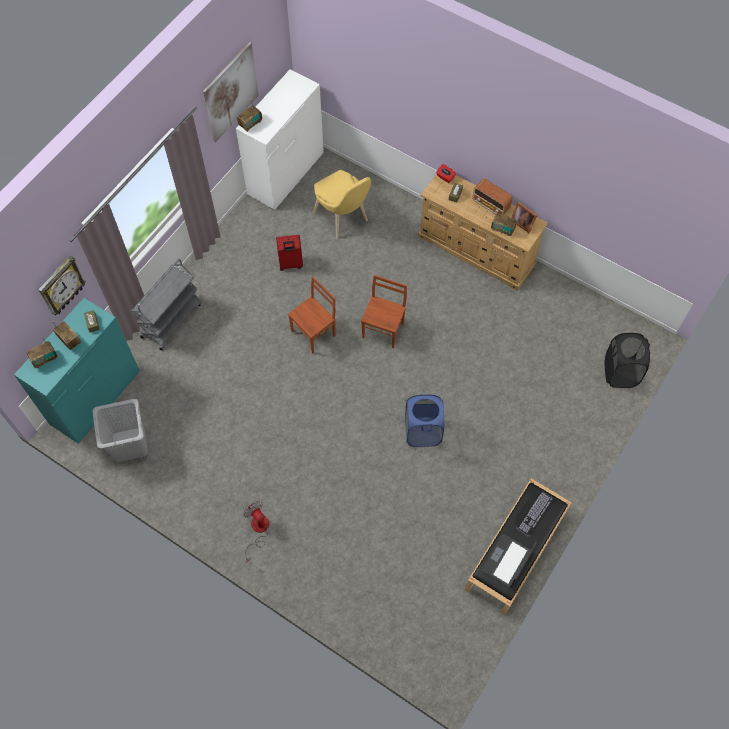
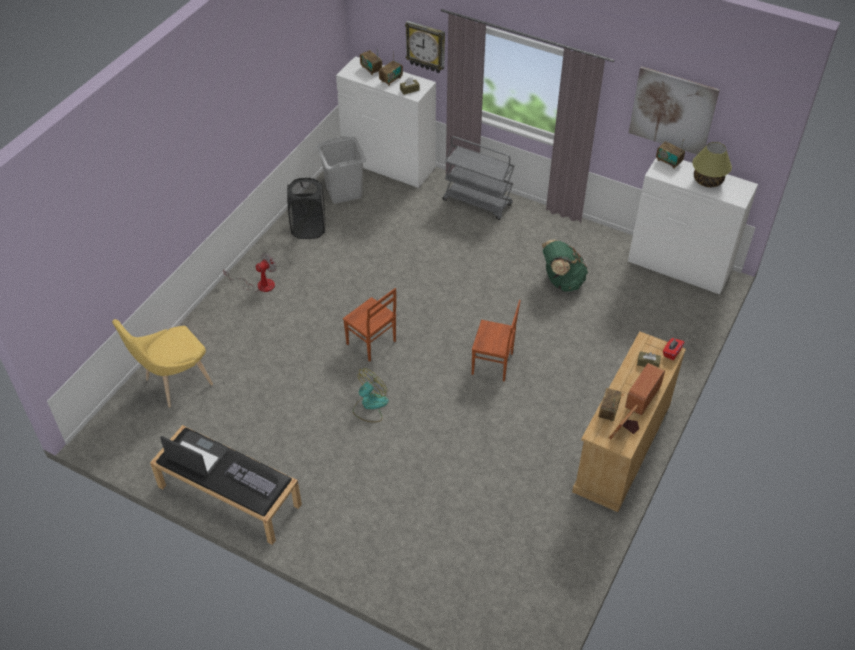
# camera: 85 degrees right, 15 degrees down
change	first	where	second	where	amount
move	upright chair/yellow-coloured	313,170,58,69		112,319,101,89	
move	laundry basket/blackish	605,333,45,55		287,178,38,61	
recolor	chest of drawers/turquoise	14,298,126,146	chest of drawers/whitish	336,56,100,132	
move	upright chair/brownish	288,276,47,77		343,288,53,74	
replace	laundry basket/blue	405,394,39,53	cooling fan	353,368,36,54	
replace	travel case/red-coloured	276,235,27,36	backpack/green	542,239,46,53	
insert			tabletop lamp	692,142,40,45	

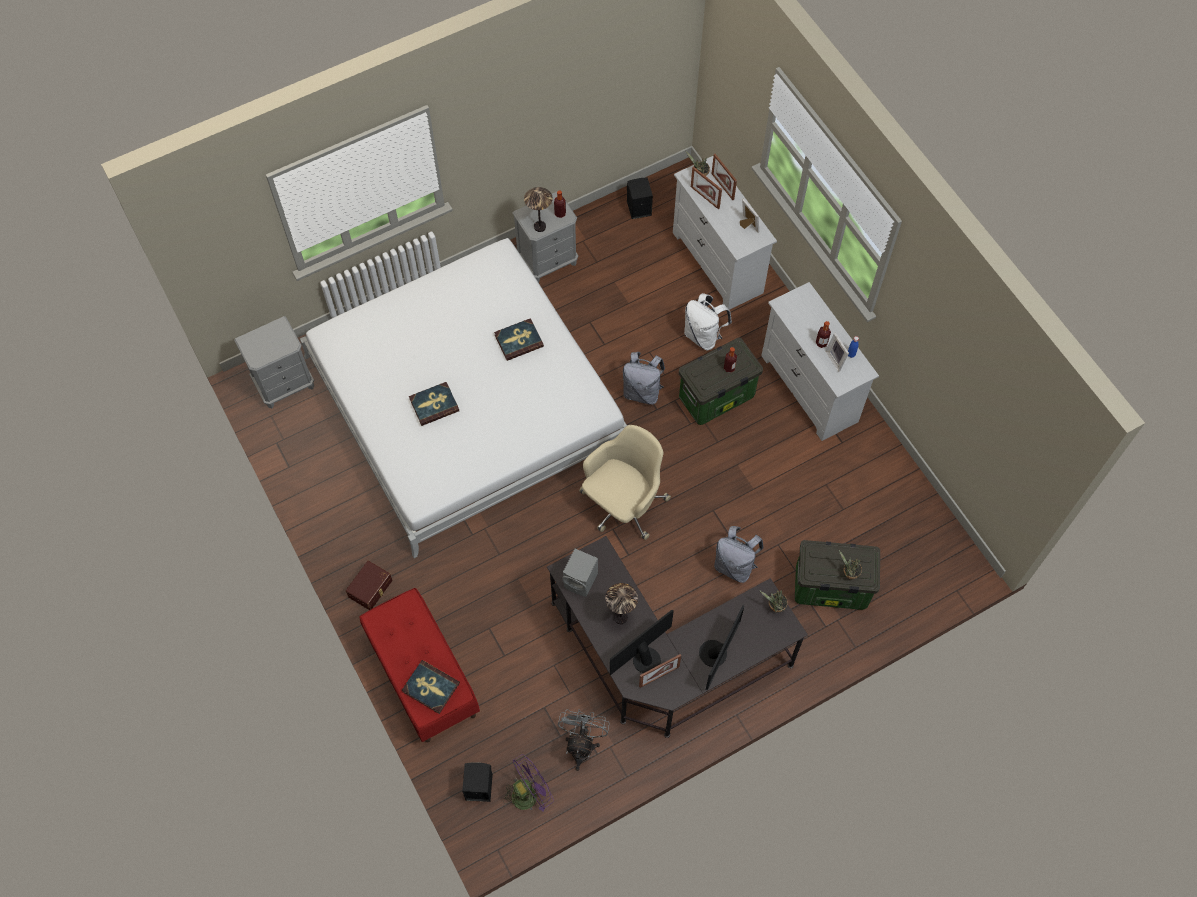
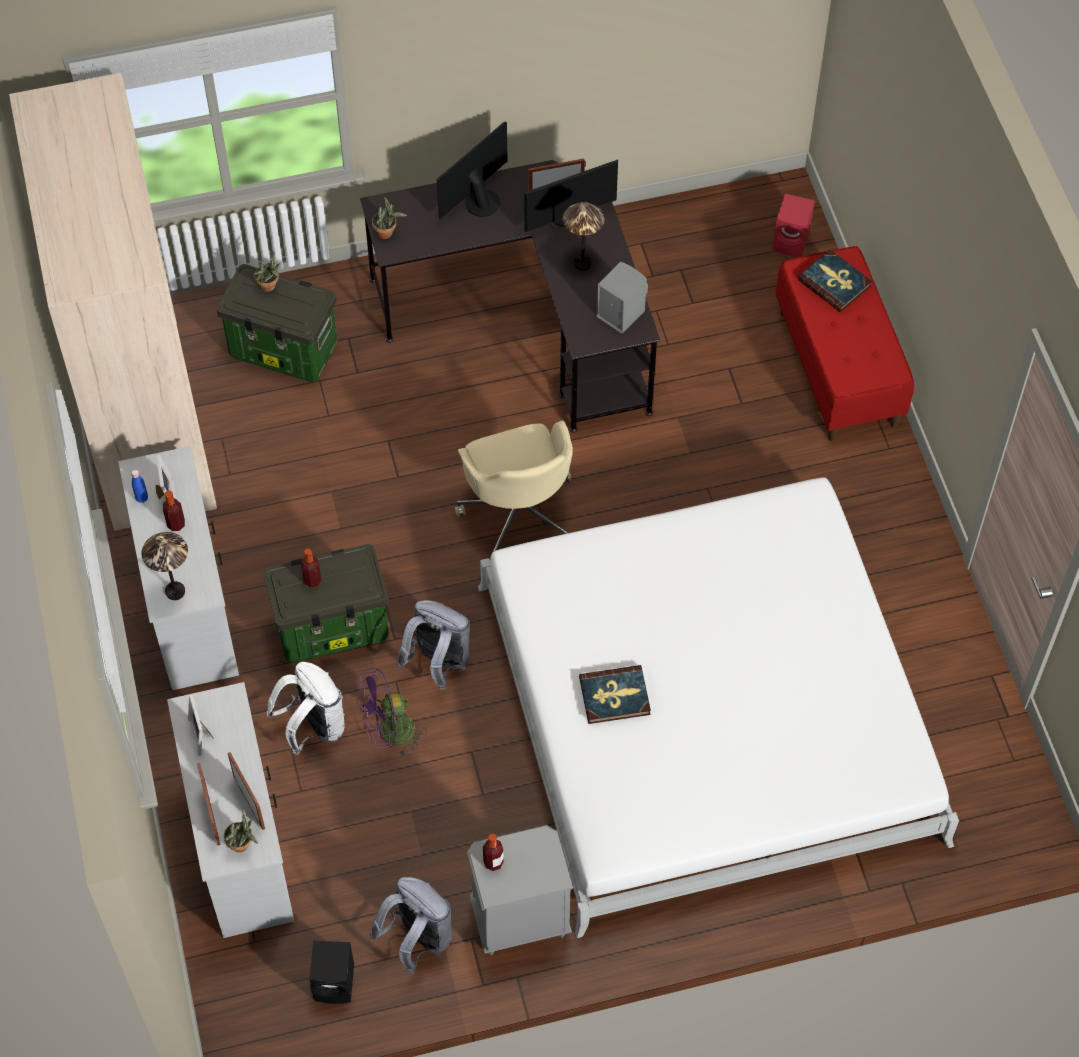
# camera: 165 degrees left, 5 degrees down
change	first	where	second	where	amount
insert			armoire/beige-coloured	9,73,208,458	
move	tabletop lamp	524,187,29,45		141,532,47,68	
move	cooling fan/purple-coloured	503,754,51,57		358,669,69,88	
move	backpack/grey	714,526,50,57		370,877,82,97	
rotate	desk chair/beige-coloured	579,425,92,115		455,420,118,138	75 degrees counterclockwise
recolor	loudspeaker/blackish	462,762,31,40	loudspeaker/red-coloured	772,194,43,63	
delete	night table/grey	234,316,80,93			
delete	storage bin/brownish	346,561,47,49			
delete	book	409,382,50,44			
delete	cooling fan/grey	558,709,52,62			

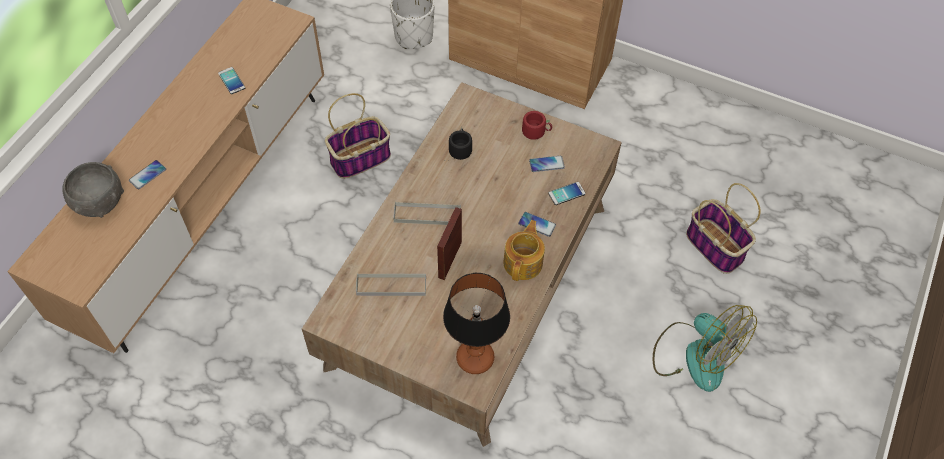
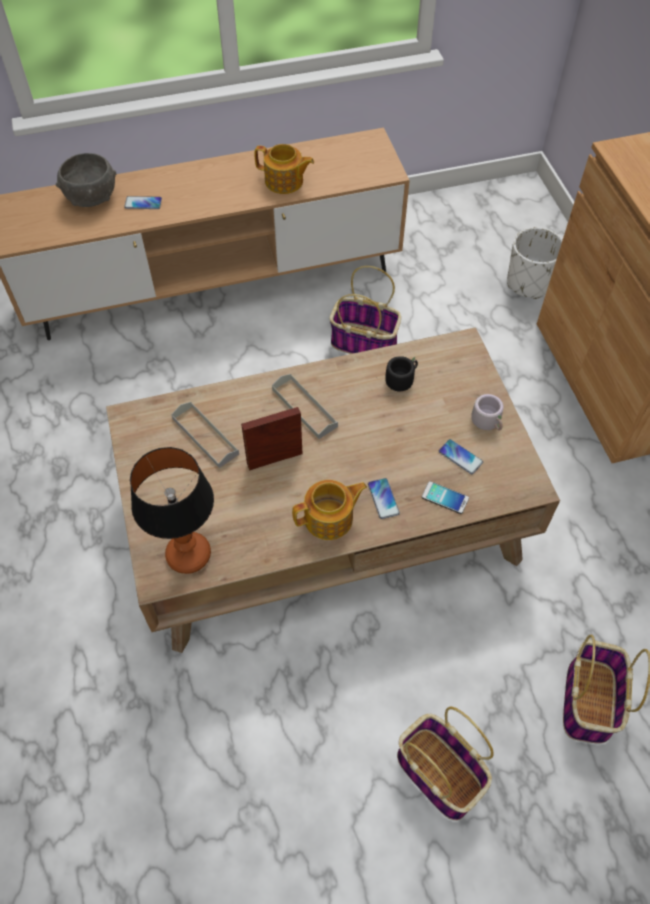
# camera: 50 degrees right, 0 degrees up
change	first	where	second	where	amount
replace	phone	218,67,27,27	teapot	254,144,60,50	
replace	cooling fan	653,305,104,87	household basket	397,707,97,113	
recolor	mug/red-coloured	522,111,30,29	mug/grey	471,394,33,37	

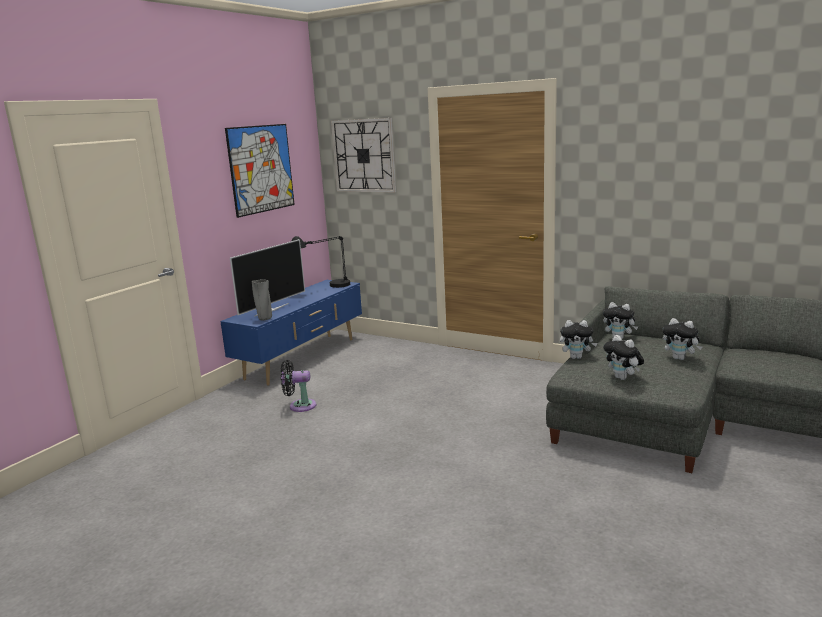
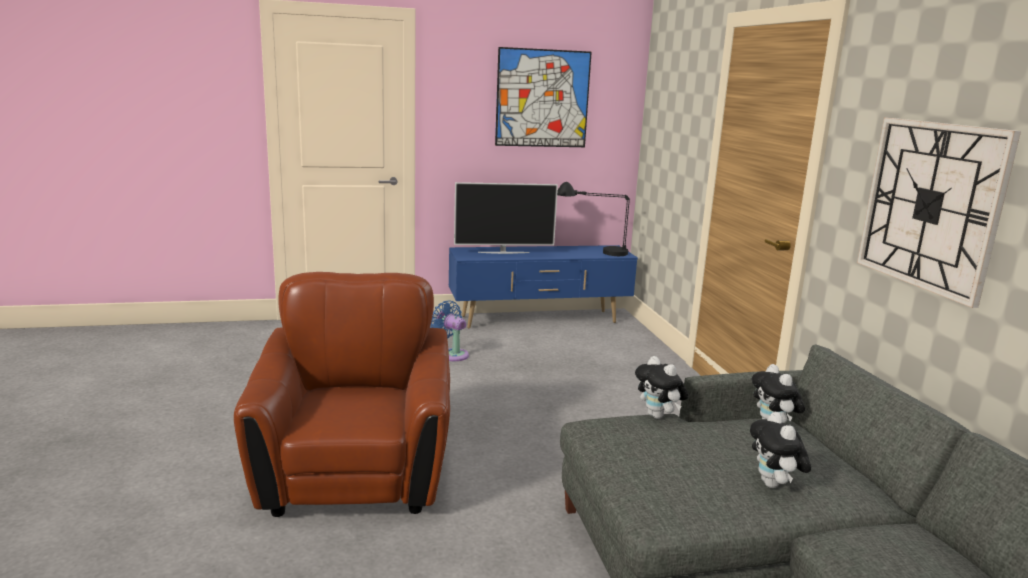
# camera: 45 degrees right, 0 degrees up
change	first	where	second	where	amount
insert			lounge chair/brownish	234,272,216,245	
recolor	cooling fan/blackish	281,360,35,52	cooling fan/blue	430,301,39,60	
move	hanging clock	331,118,65,74		857,118,164,190	
delete	vase/grey	252,279,20,42			
delete	cuddly toy	603,335,41,45			

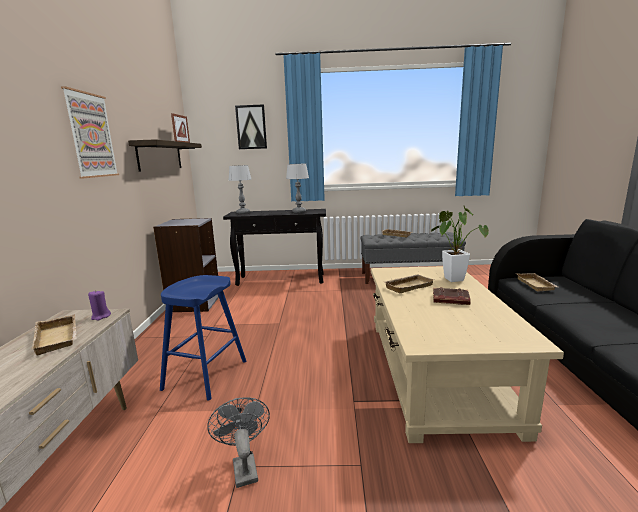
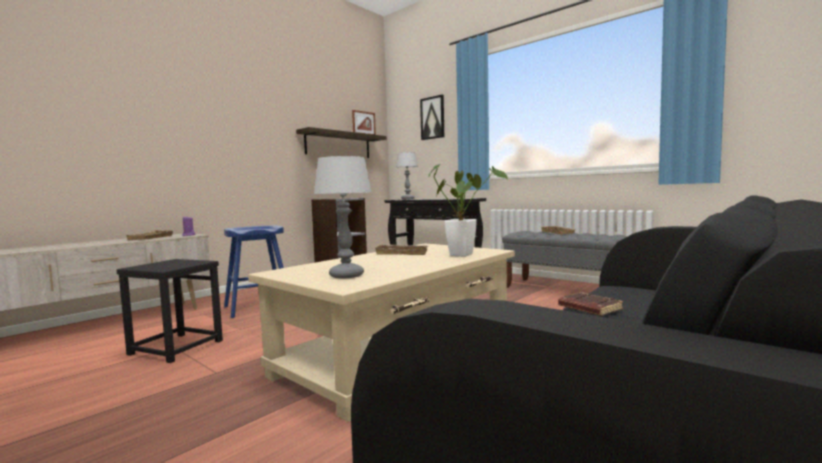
# camera: 40 degrees right, 10 degrees down
change	first	where	second	where	amount
replace	cooling fan/grey	207,397,63,91	stool/blackish	117,259,106,104	
move	tabletop lamp	286,164,23,49		314,156,57,123	
move	book/brownish	433,288,38,17		558,292,65,24	
delete	wall art	61,86,58,93			
delete	serving tray/beige-coloured	516,273,42,19			

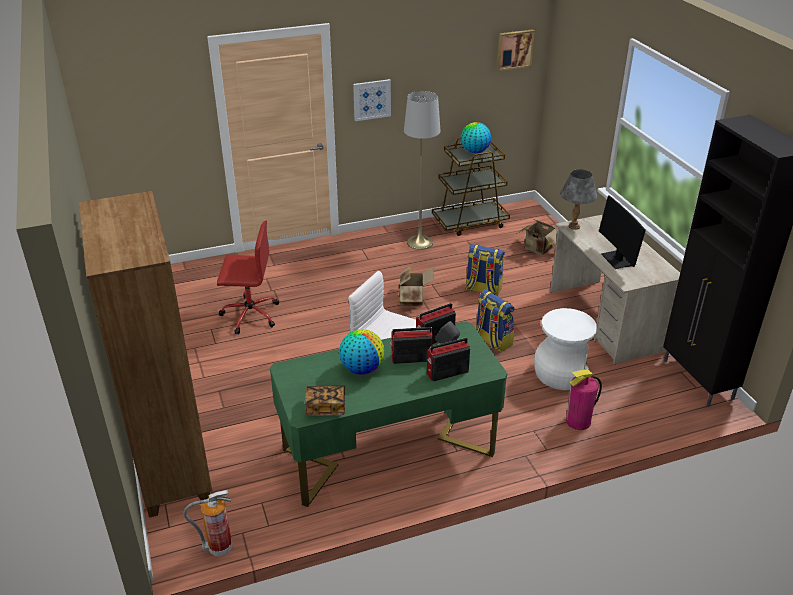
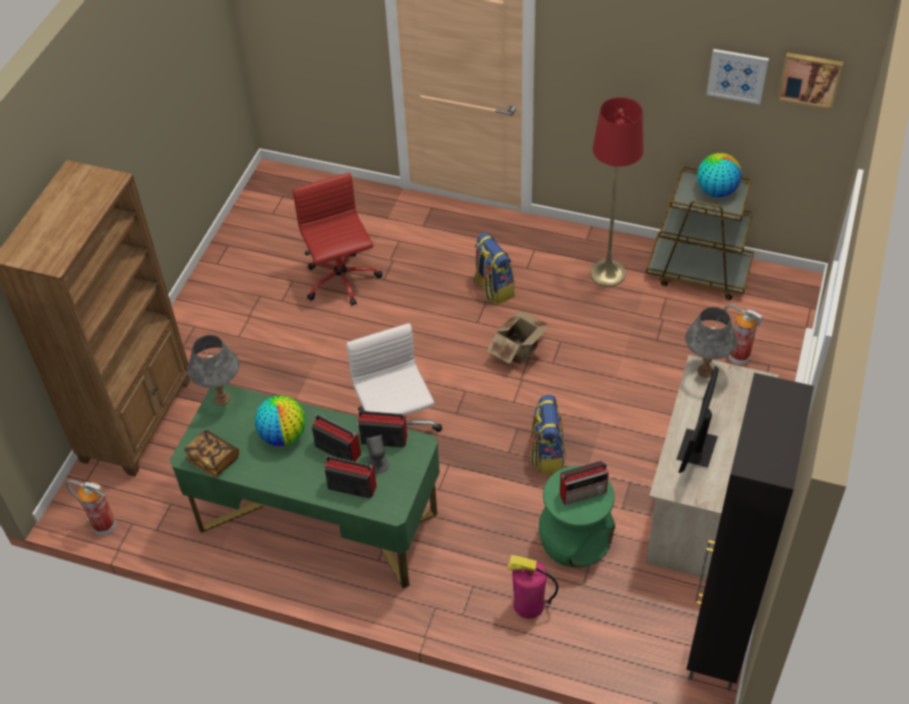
# camera: 40 degrees right, 15 degrees up
change	first	where	second	where	amount
insert			tabletop lamp/grey	187,335,52,70	
rotate	desk chair/red-coloured	217,221,62,114		292,173,91,133	150 degrees counterclockwise
move	backpack	465,244,40,52		473,232,41,73	
recolor	stool/whitish	534,308,63,82	stool/green	539,466,76,102	
insert			radio receiver	560,461,48,44	
recolor	standing lamp/grey	404,91,36,159	standing lamp/red-coloured	590,97,54,190	
move	wall art	353,79,38,42		706,49,63,55	
replace	cardboard box	516,219,42,36	fire-fighting cylinder	724,305,39,60	

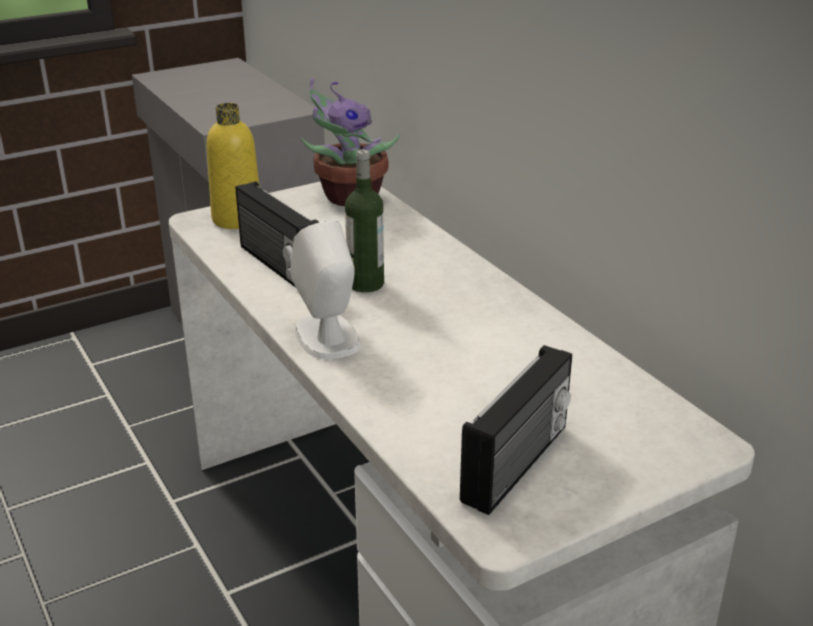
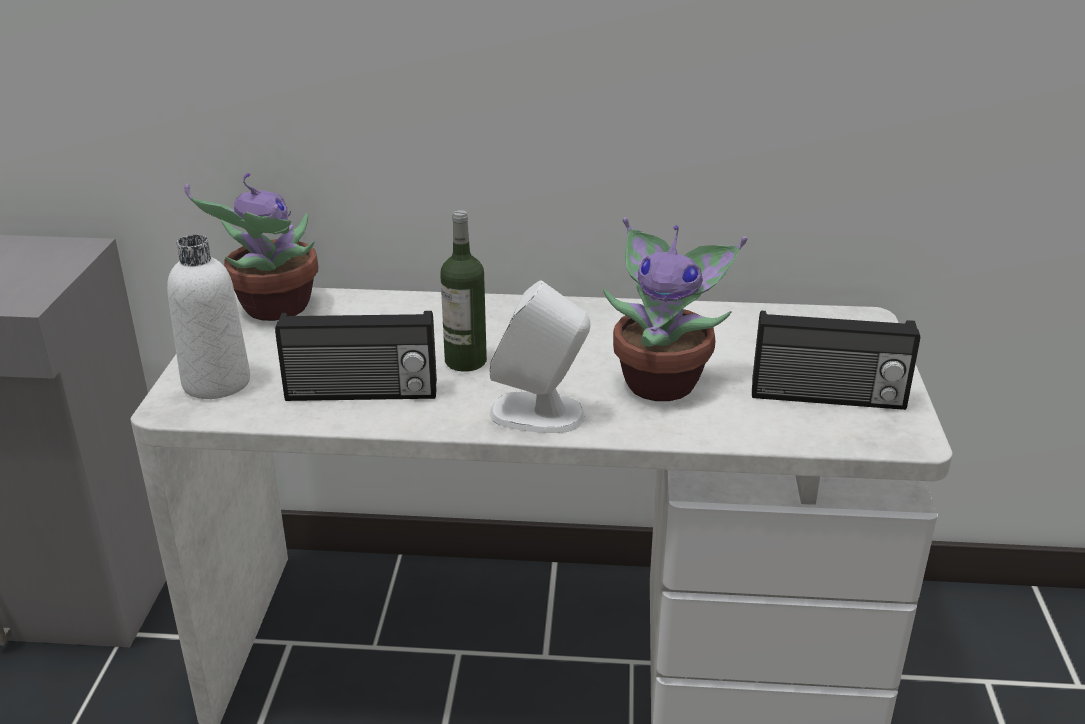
# camera: 55 degrees left, 0 degrees up
change	first	where	second	where	amount
recolor	beverage bottle/yellow-coloured	207,103,53,126	beverage bottle/whitish	167,235,83,164	
insert			potted plant	603,217,145,184	
rotate	radio receiver	460,345,112,170		752,311,168,99	120 degrees clockwise

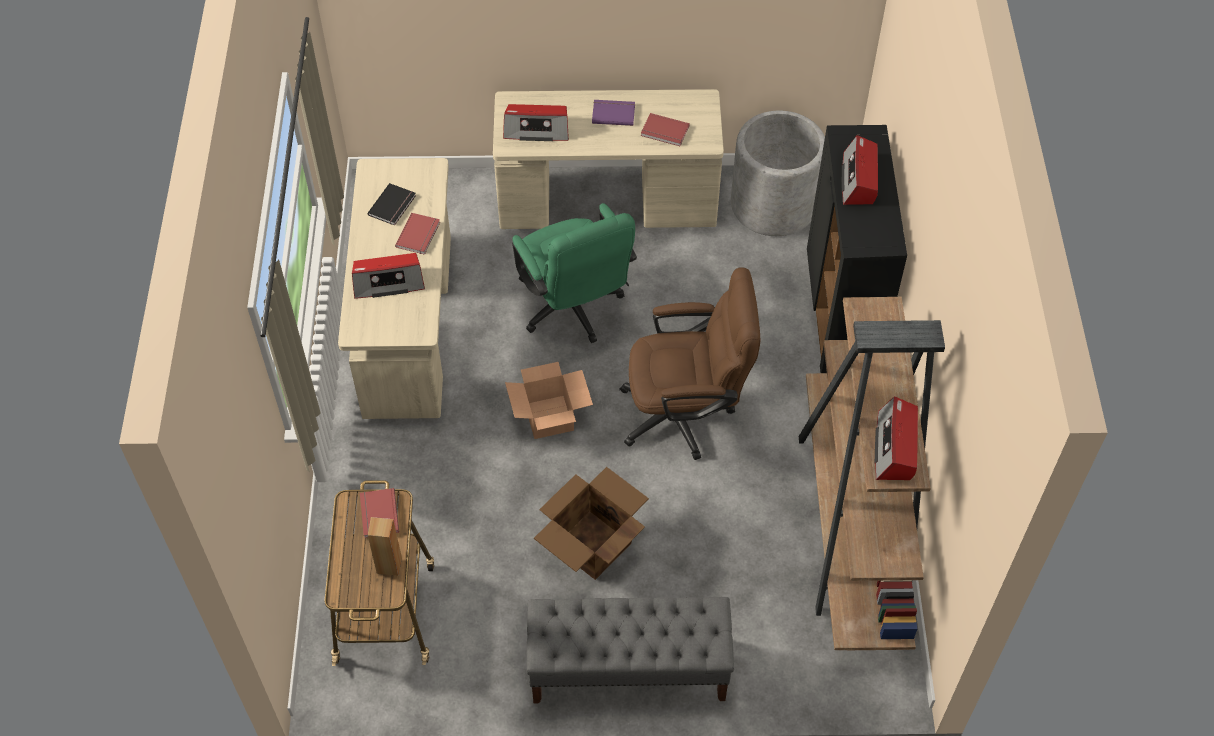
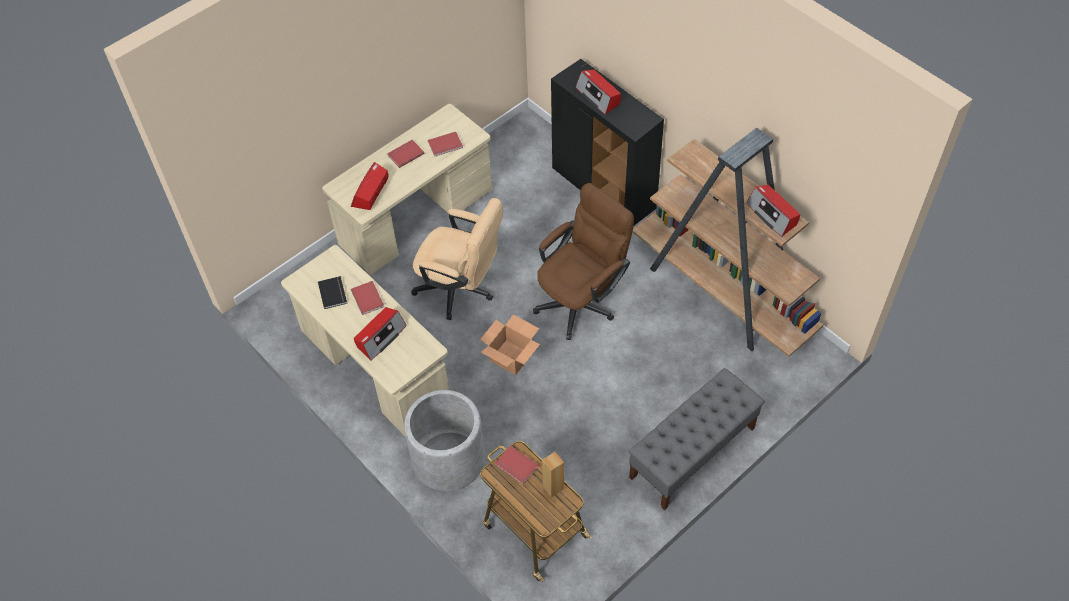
# camera: 40 degrees left, 0 degrees up
change	first	where	second	where	amount
rotate	radio receiver	503,104,66,37		351,162,37,48	150 degrees clockwise
recolor	book/purple-coloured	592,100,43,26	book/red-coloured	387,140,37,28	
move	planter/grey	731,111,94,125		404,390,81,101	
recolor	desk chair/green	512,203,125,140	desk chair/beige-coloured	411,198,92,122	
delete	cardboard box	534,467,115,113			

